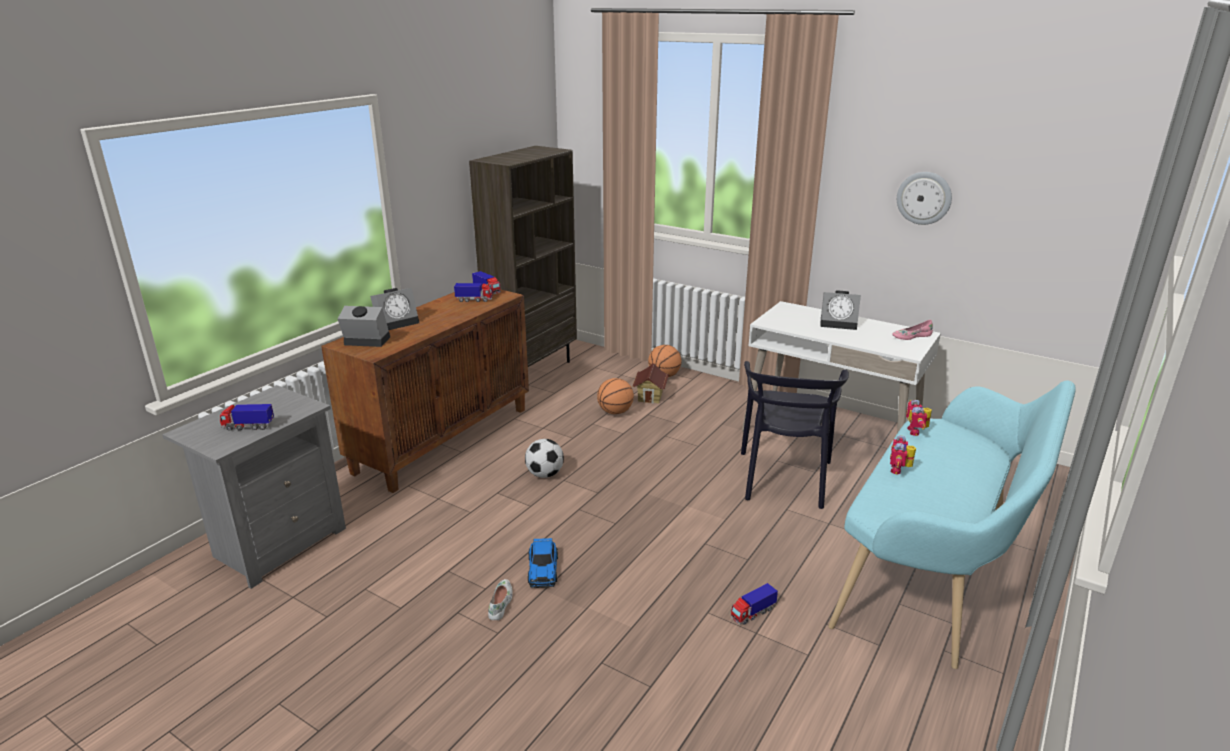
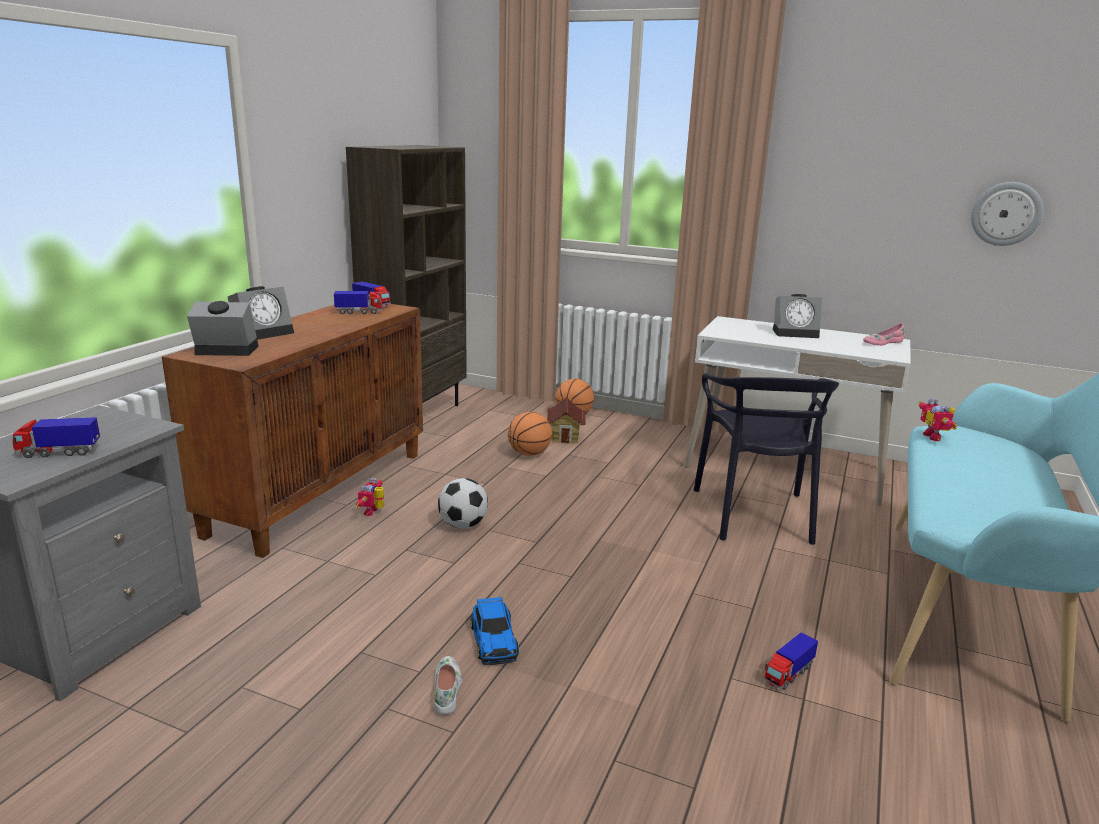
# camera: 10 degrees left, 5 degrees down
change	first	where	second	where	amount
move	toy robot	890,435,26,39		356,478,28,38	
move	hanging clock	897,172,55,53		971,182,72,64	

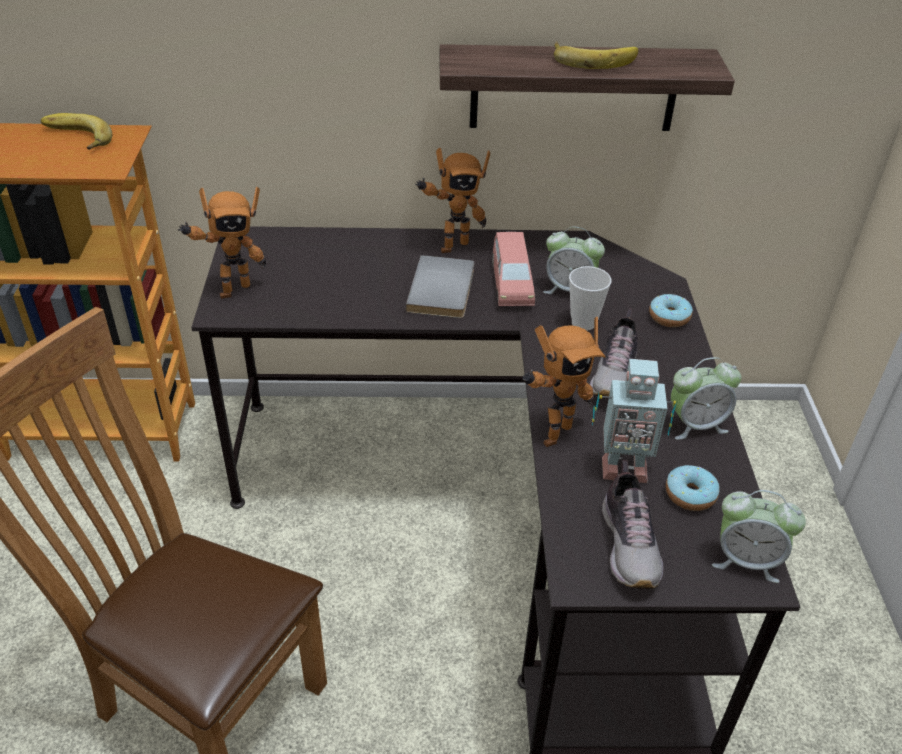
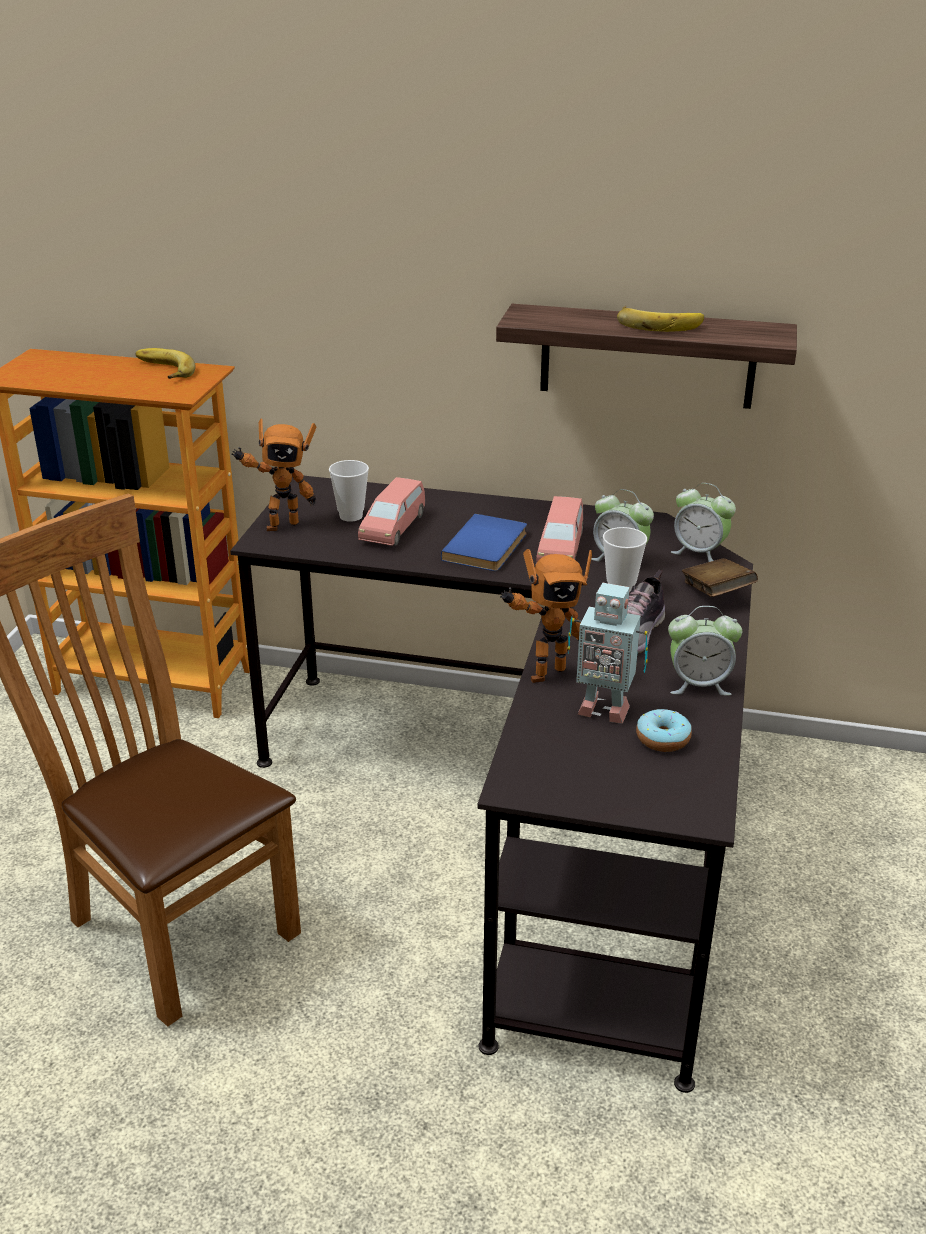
# camera: 15 degrees right, 10 degrees down
change	first	where	second	where	amount
insert			drinking cup	329,460,40,62	
insert			model car/pinkish	358,477,67,69	
recolor	book/grey	405,255,69,63	book/blue	441,514,86,57	
move	alarm clock	712,490,94,93		671,483,65,79	
replace	doughnut	649,294,44,33	book/brownish	682,558,76,39	
delete	toy robot	415,148,75,105			
delete	shoe	602,460,62,129			

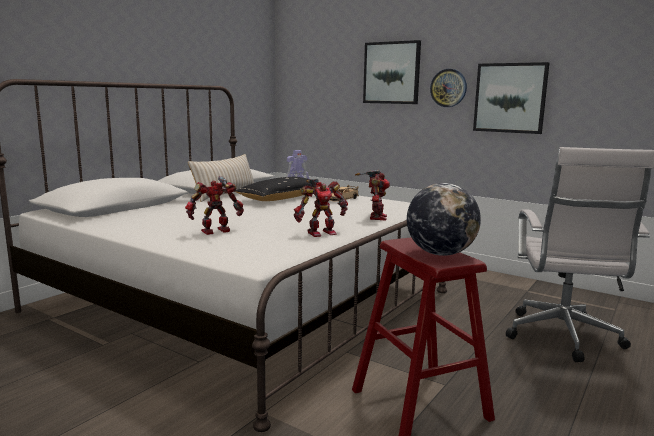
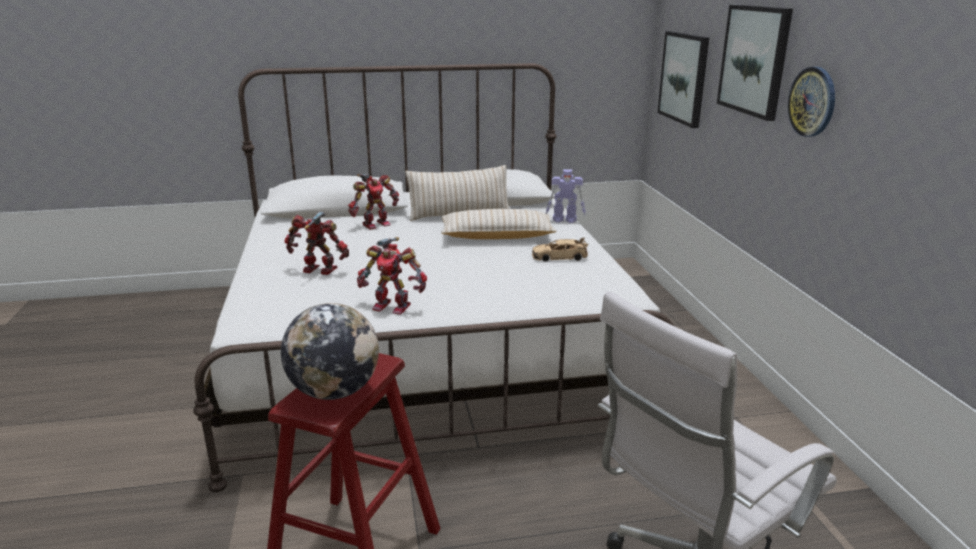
# camera: 45 degrees right, 10 degrees up
change	first	where	second	where	amount
move	toy robot	355,170,35,50		348,174,51,56	
recolor	pillow/blackish	235,177,80,24	pillow/beige-coloured	441,209,116,30	
move	wall art	473,62,76,72		658,31,51,97	

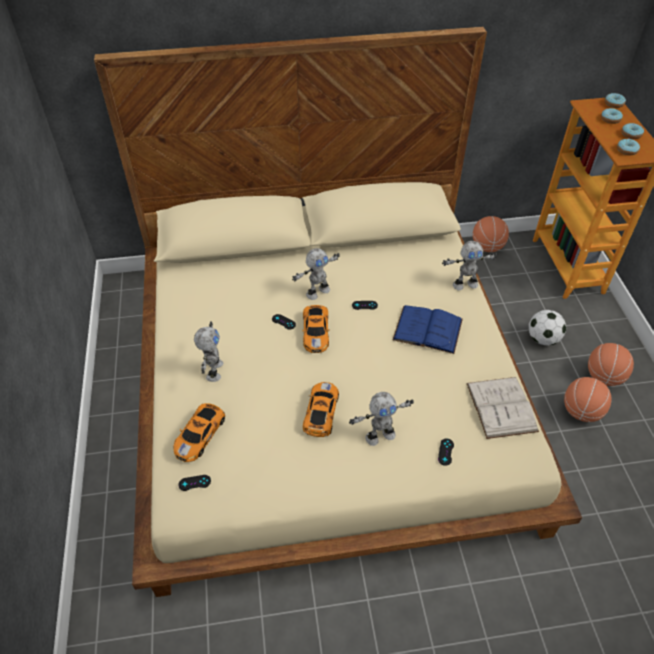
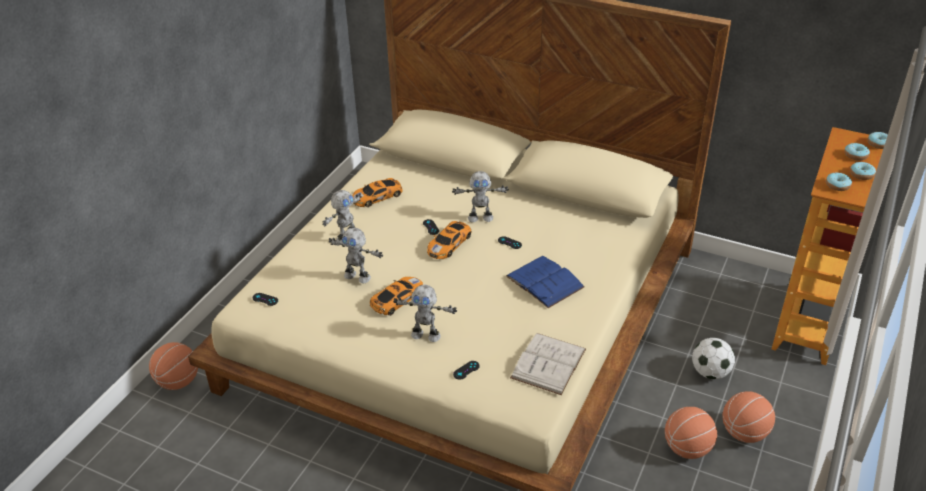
# camera: 35 degrees right, 10 degrees down
change	first	where	second	where	amount
move	basketball	473,216,36,36		149,342,49,48	
move	toy robot	442,241,55,49		329,228,54,55	
move	model car	173,403,52,59		352,178,51,29	

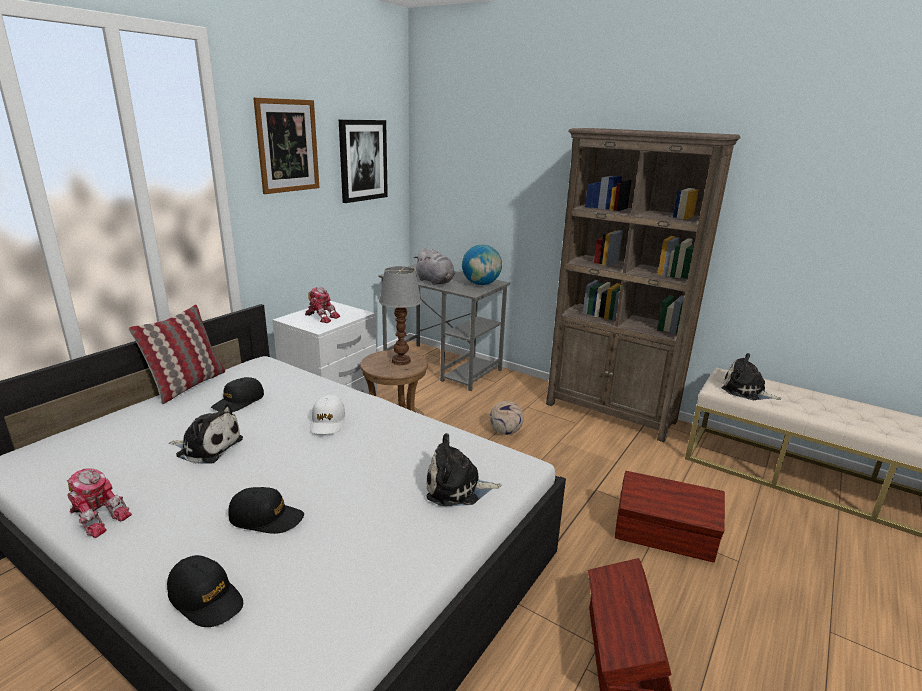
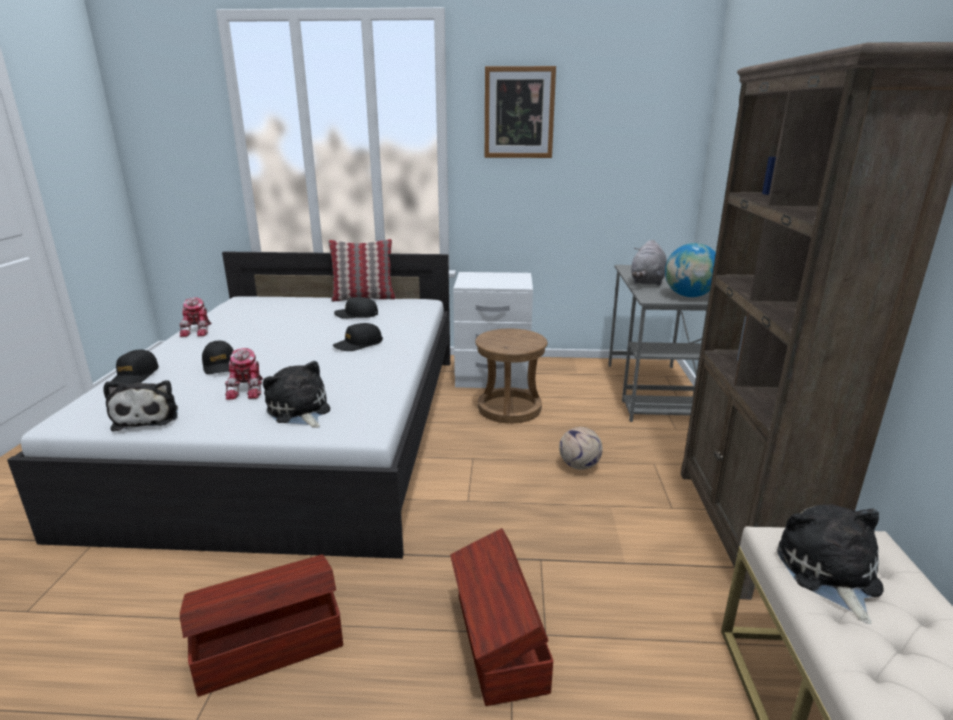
# camera: 60 degrees right, 0 degrees up
change	first	where	second	where	amount
move	cuddly toy	169,403,74,61		103,380,75,52	
move	toy robot	305,287,35,36		225,348,38,52	
recolor	peaked cap/whitish	310,395,35,39	peaked cap/blackish	333,323,50,28	
delete	wall art	339,120,49,83			
delete	tabletop lamp	379,266,43,99			

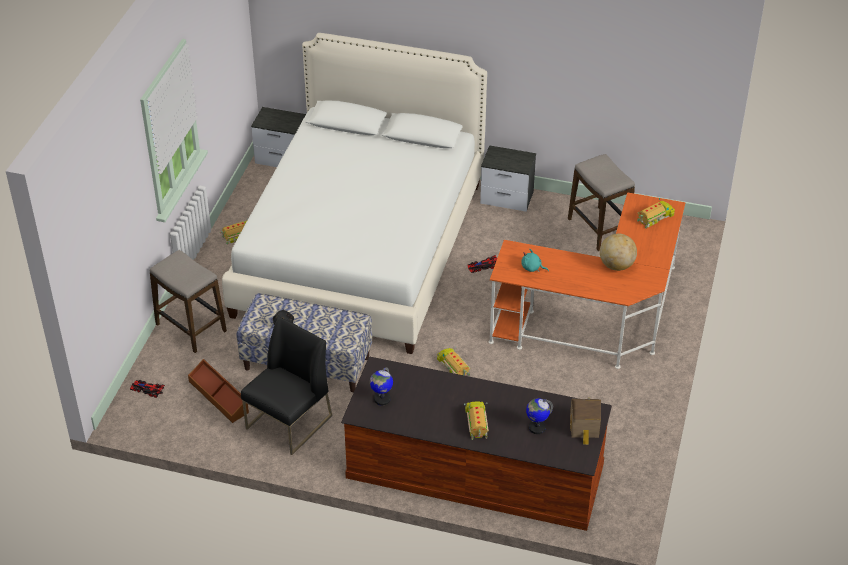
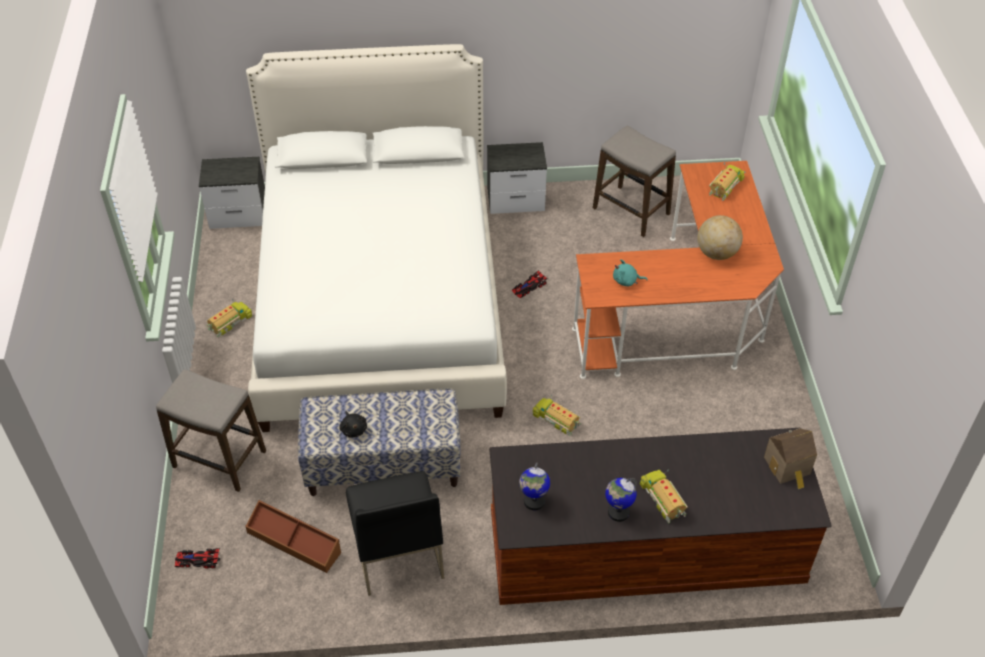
# camera: 20 degrees left, 5 degrees up
change	first	where	second	where	amount
rotate	upright chair/blackish	241,316,91,139		346,471,98,125	150 degrees clockwise
move	desk globe	526,398,27,36		605,478,32,44	

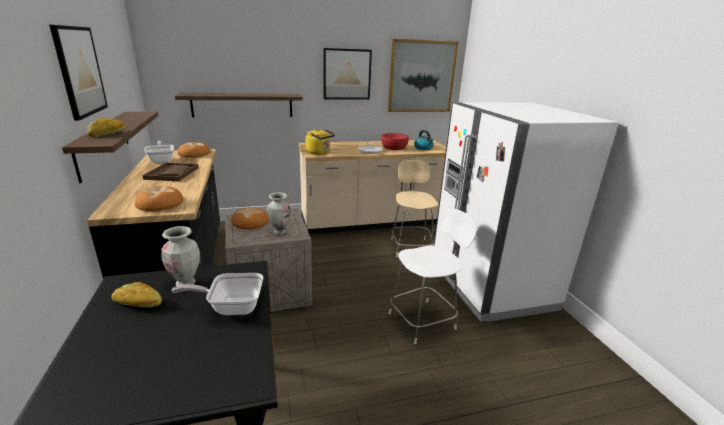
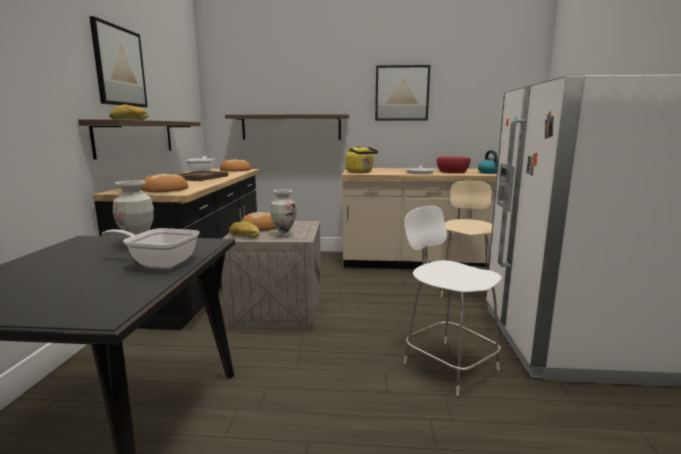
# camera: 20 degrees right, 10 degrees down
change	first	where	second	where	amount
move	baked bread	111,282,51,26		229,221,31,17	
rotate	upright chair/whitish	388,208,89,136		403,206,99,190	120 degrees counterclockwise
delete	wall art	388,39,71,73			

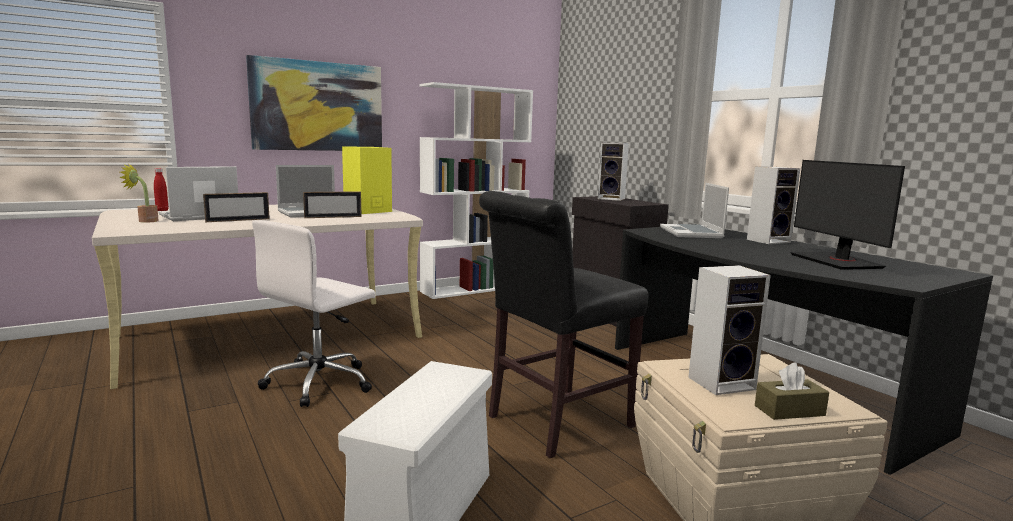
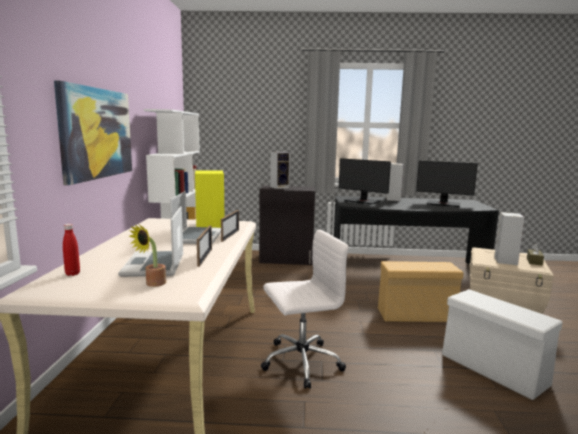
# camera: 55 degrees left, 0 degrees up
change	first	where	second	where	amount
rotate	desk chair/whitish	252,220,124,187		261,229,88,160	90 degrees counterclockwise
replace	laptop	660,183,69,55	computer screen	339,158,52,46	
replace	upright chair/blackish	479,191,170,267	storage bin/beige-coloured	378,261,86,61	

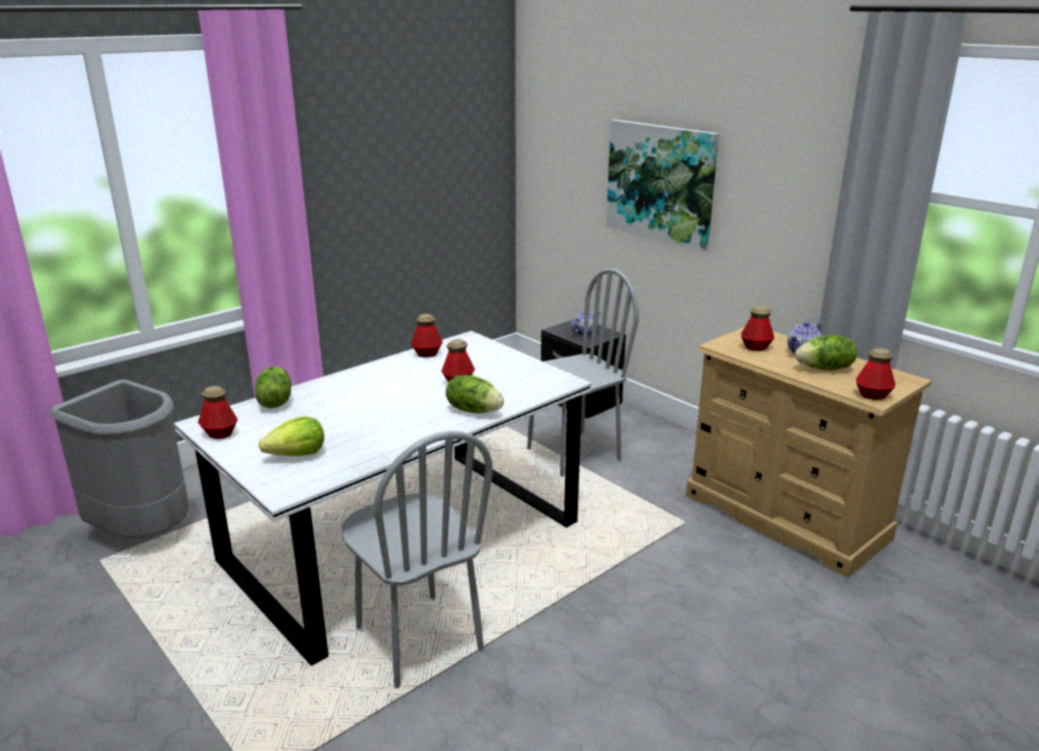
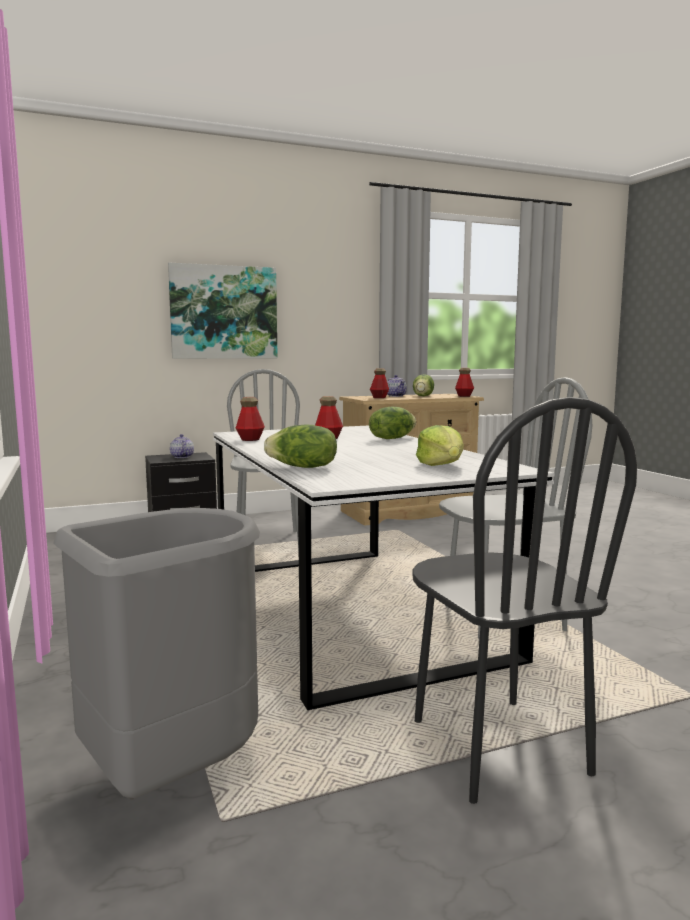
# camera: 70 degrees left, 15 degrees down
change	first	where	second	where	amount
insert			upright chair/blackish	412,397,225,407	
delete	beverage bottle	198,386,40,53			

